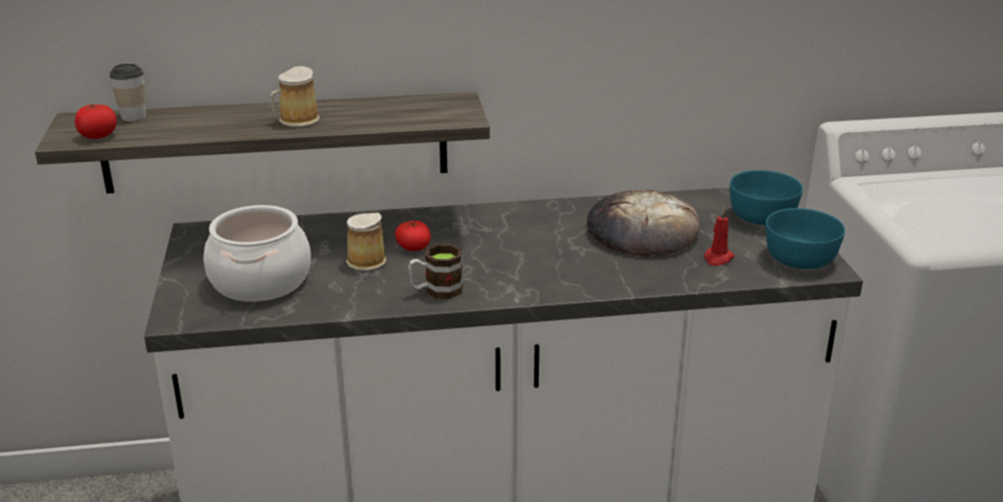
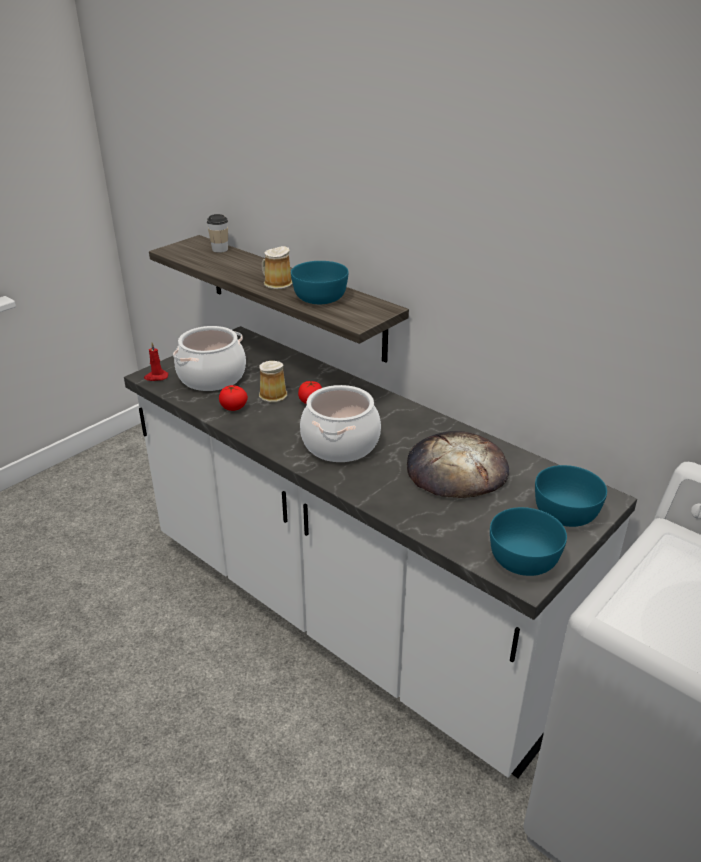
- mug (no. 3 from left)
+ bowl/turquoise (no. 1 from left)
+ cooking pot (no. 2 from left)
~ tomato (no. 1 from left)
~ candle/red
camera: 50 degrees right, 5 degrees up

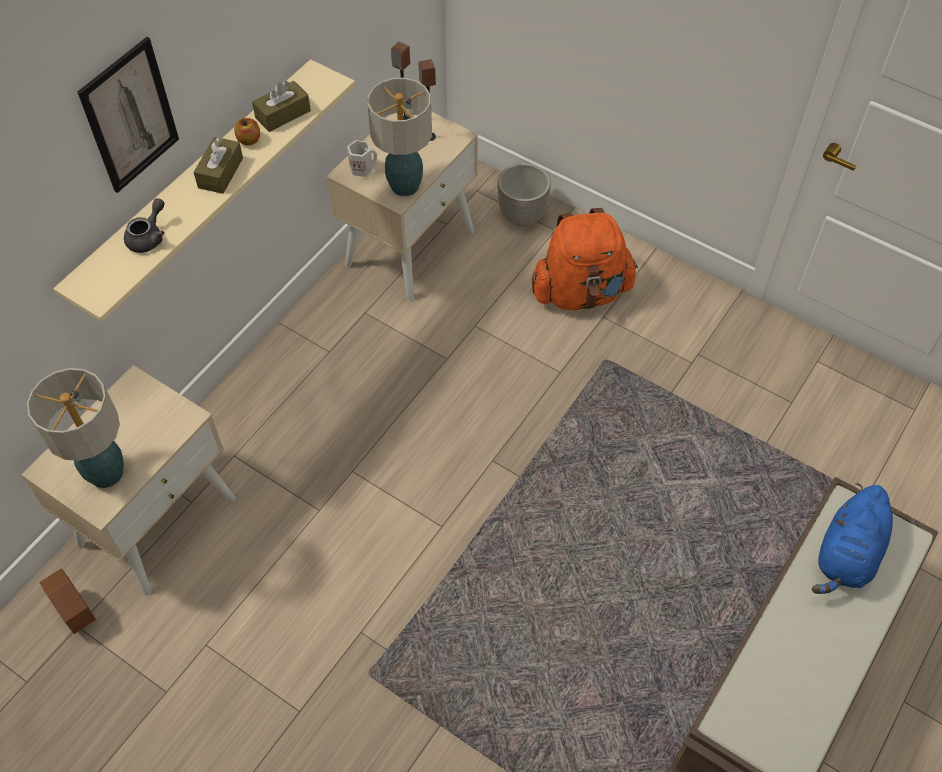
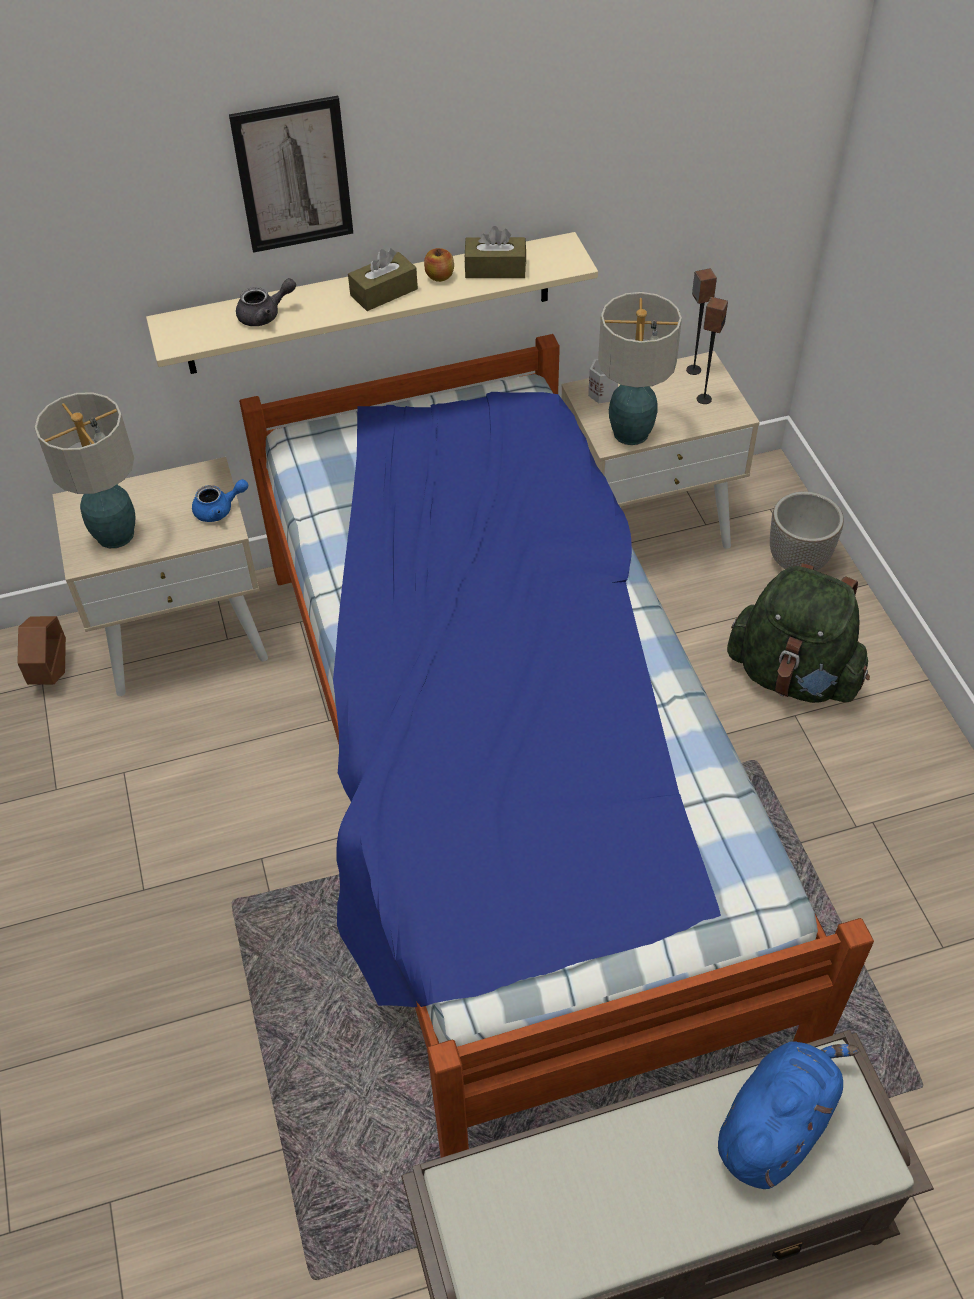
+ teapot/blue
+ bed
~ backpack/orange to backpack/green
~ plush toy/blue 150 degrees clockwise
camera: 40 degrees right, 5 degrees down

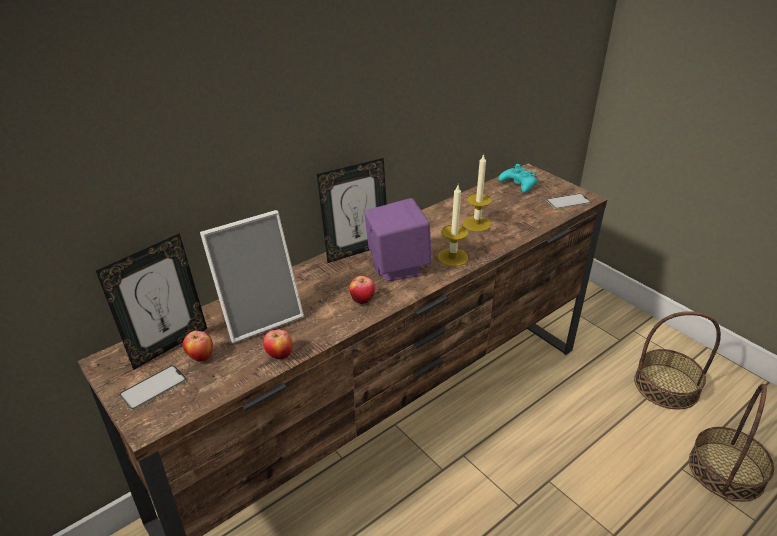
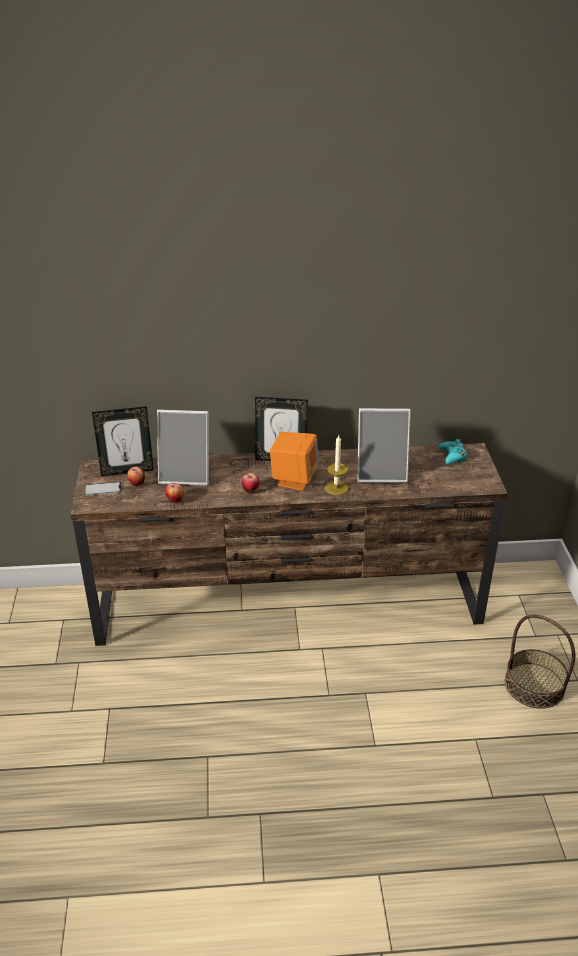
- phone (no. 2 from left)
- basket (no. 2 from left)
~ candle (no. 2 from left) to picture frame (no. 4 from left)
~ speaker/purple to speaker/orange
camera: 35 degrees right, 0 degrees up

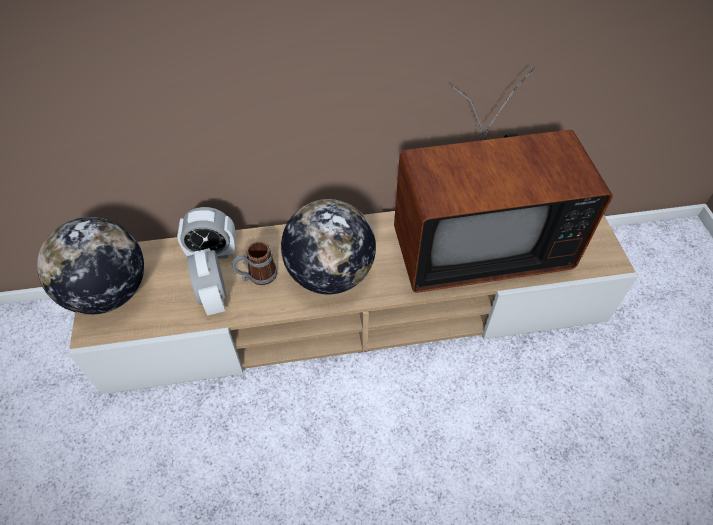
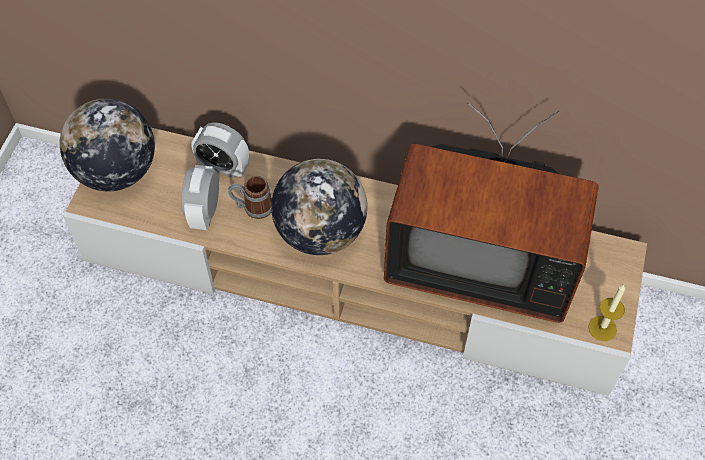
+ candle
camera: 25 degrees right, 5 degrees up

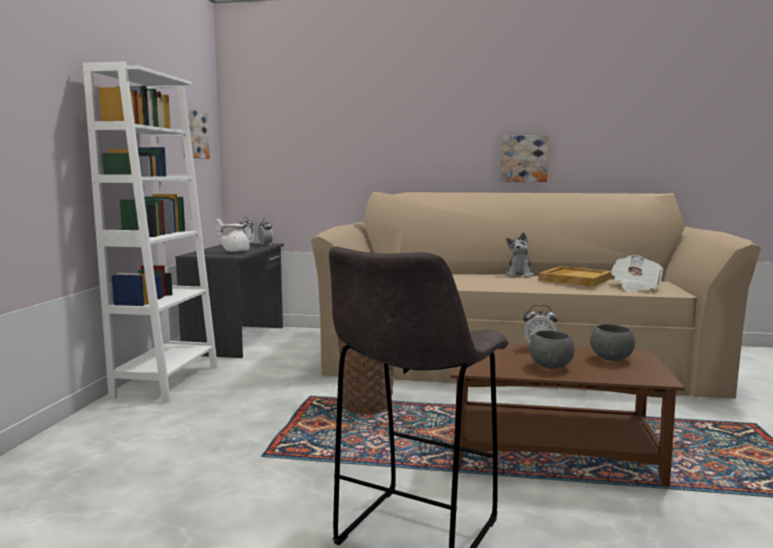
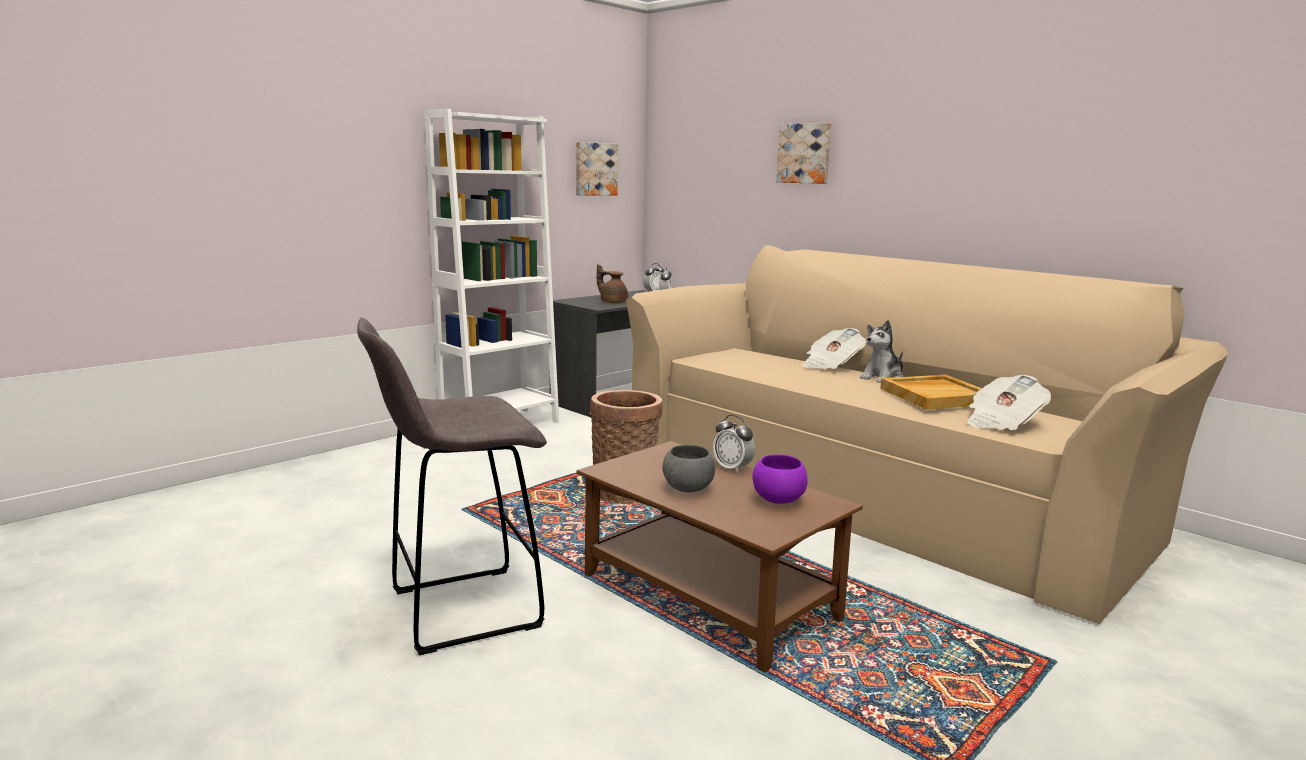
+ newspaper (no. 1 from left)
~ picture (no. 2 from left)
~ teapot/white to teapot/brown
~ bowl/grey (no. 2 from left) to bowl/purple
camera: 35 degrees right, 5 degrees up

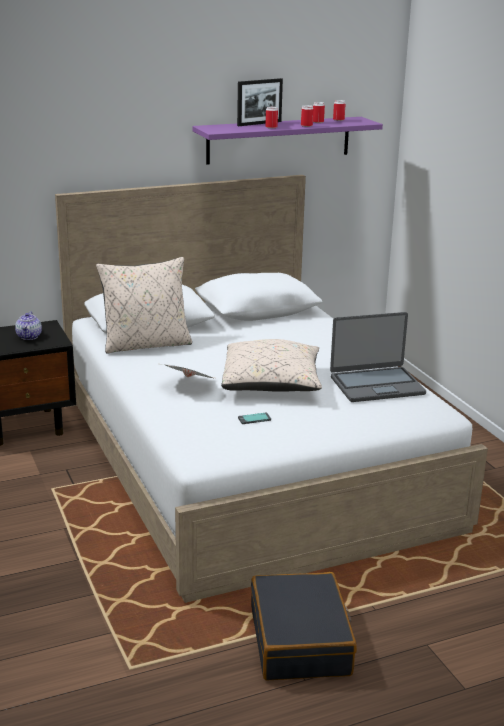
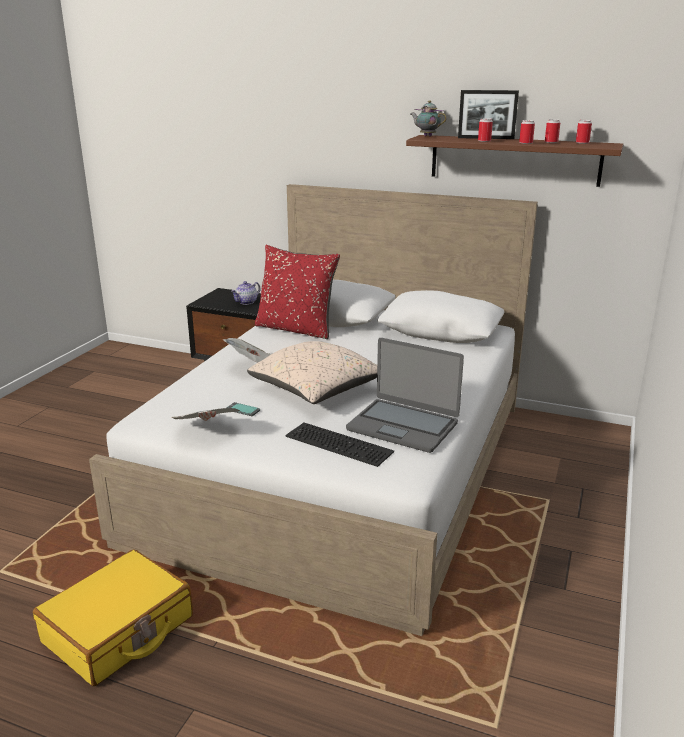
+ newspaper (no. 1 from left)
+ keyboard
+ teapot (no. 2 from left)
~ pillow/beige (no. 1 from left) to pillow/red
~ shelf/purple to shelf/brown
~ suitcase/black to suitcase/yellow
camera: 45 degrees right, 0 degrees up

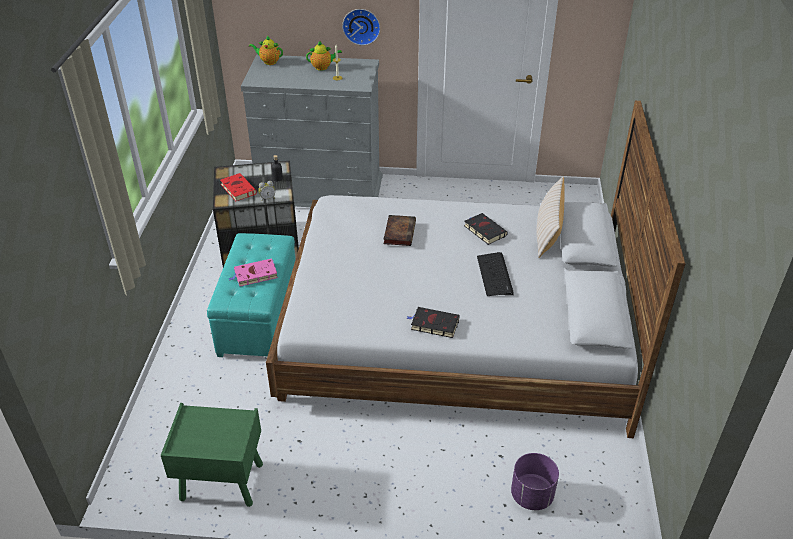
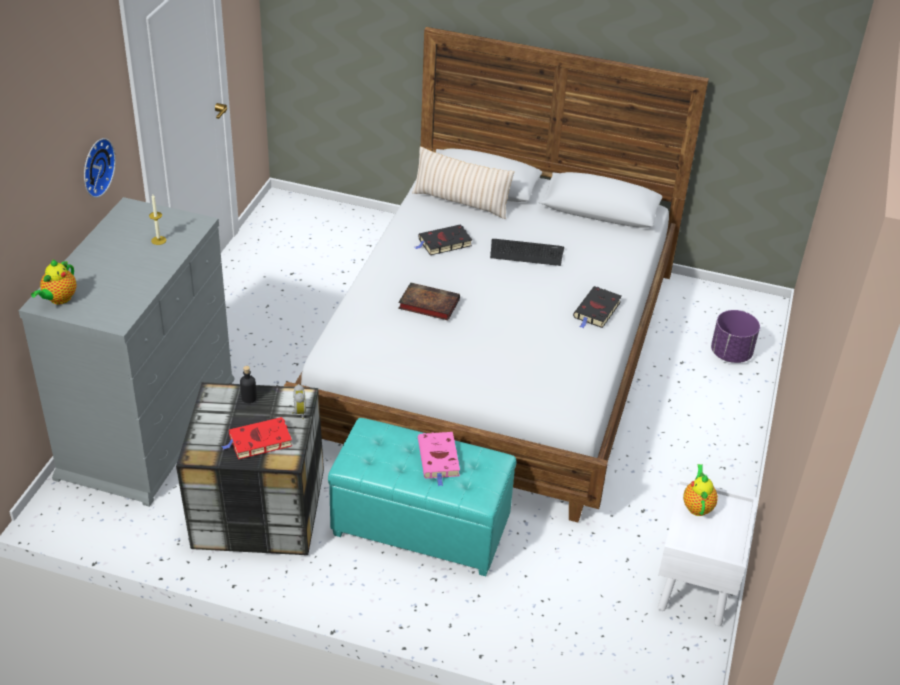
~ teapot (no. 2 from left)
~ nightstand/green to nightstand/white
camera: 80 degrees left, 0 degrees up

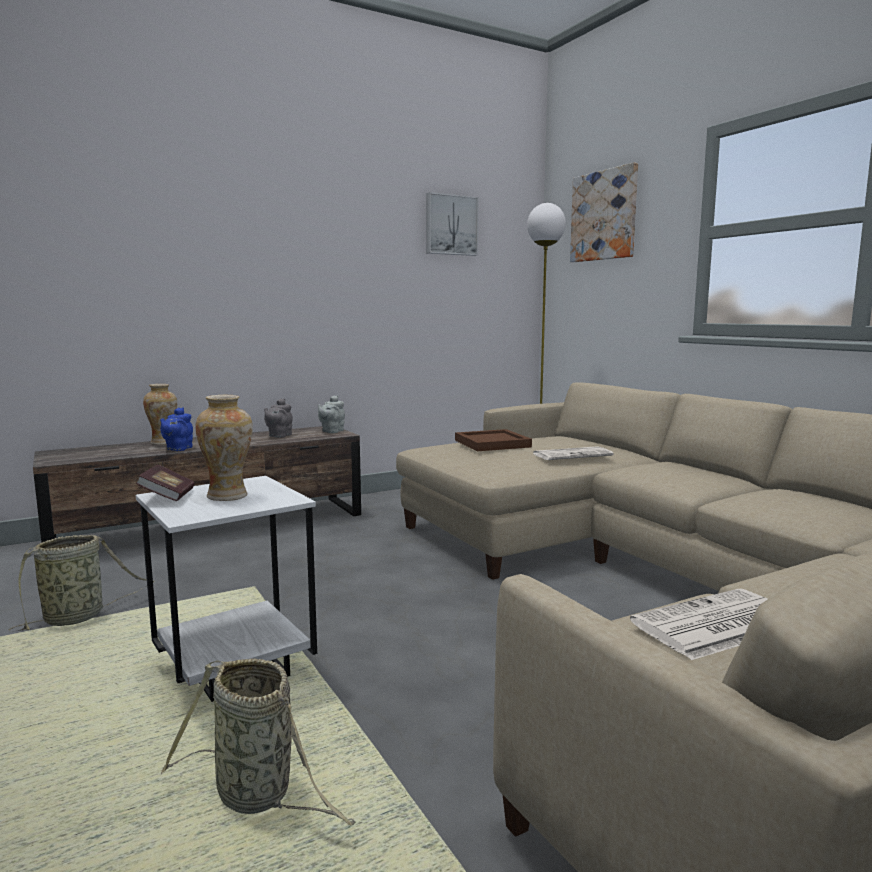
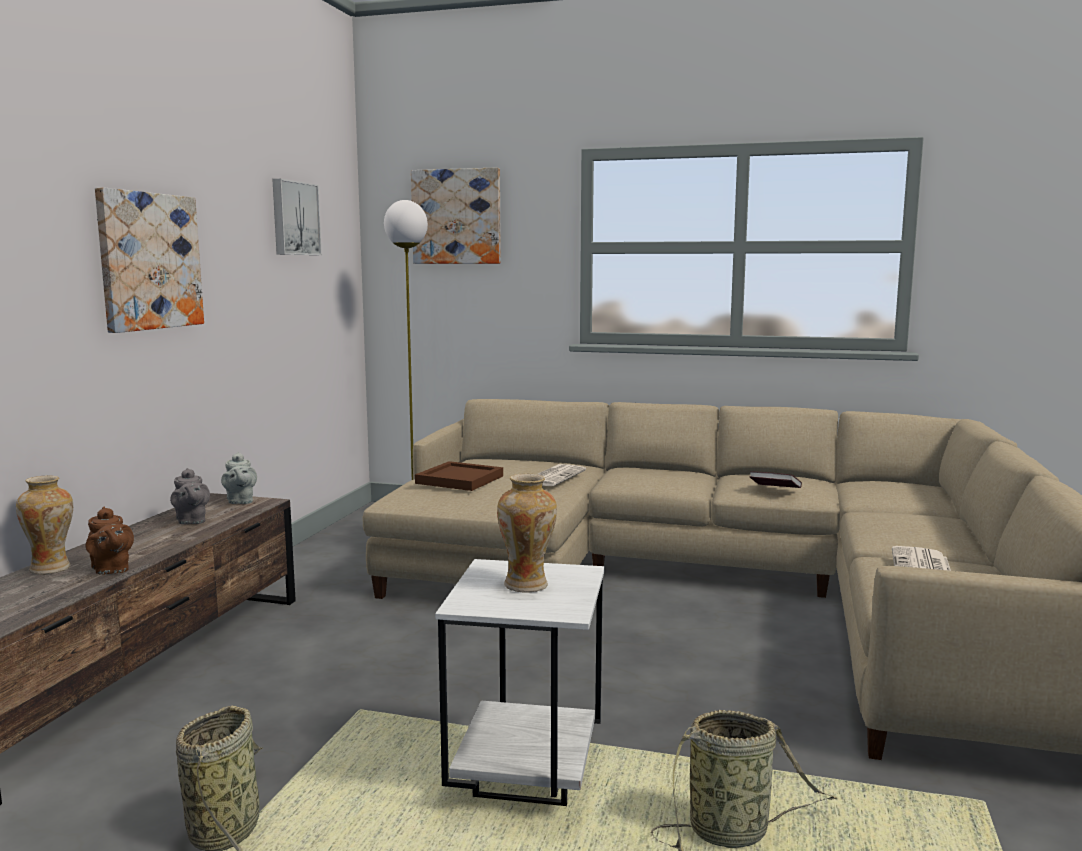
+ picture (no. 1 from left)
~ book
~ teapot/blue to teapot/brown
camera: 45 degrees left, 0 degrees up

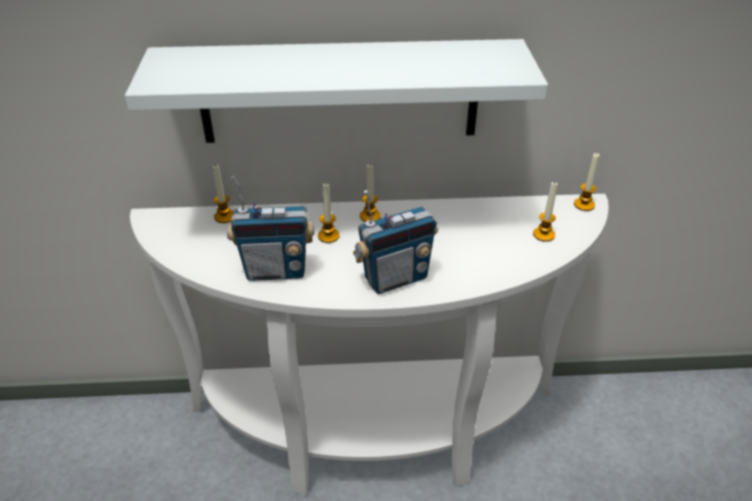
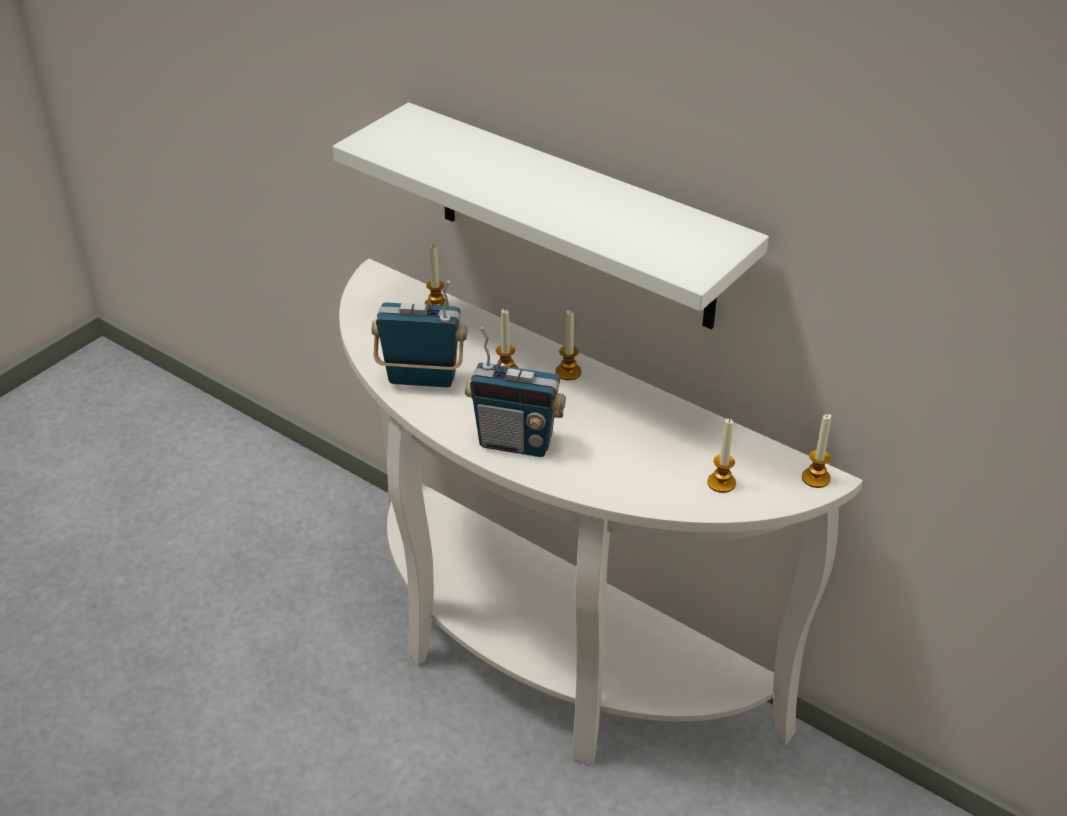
~ radio (no. 1 from left) 150 degrees clockwise
camera: 40 degrees right, 0 degrees up

